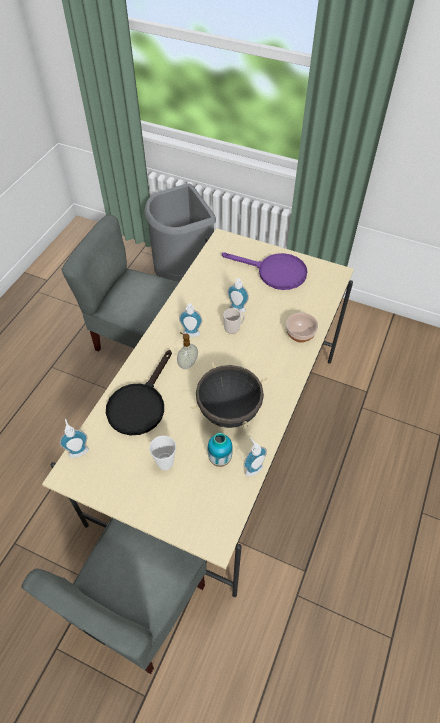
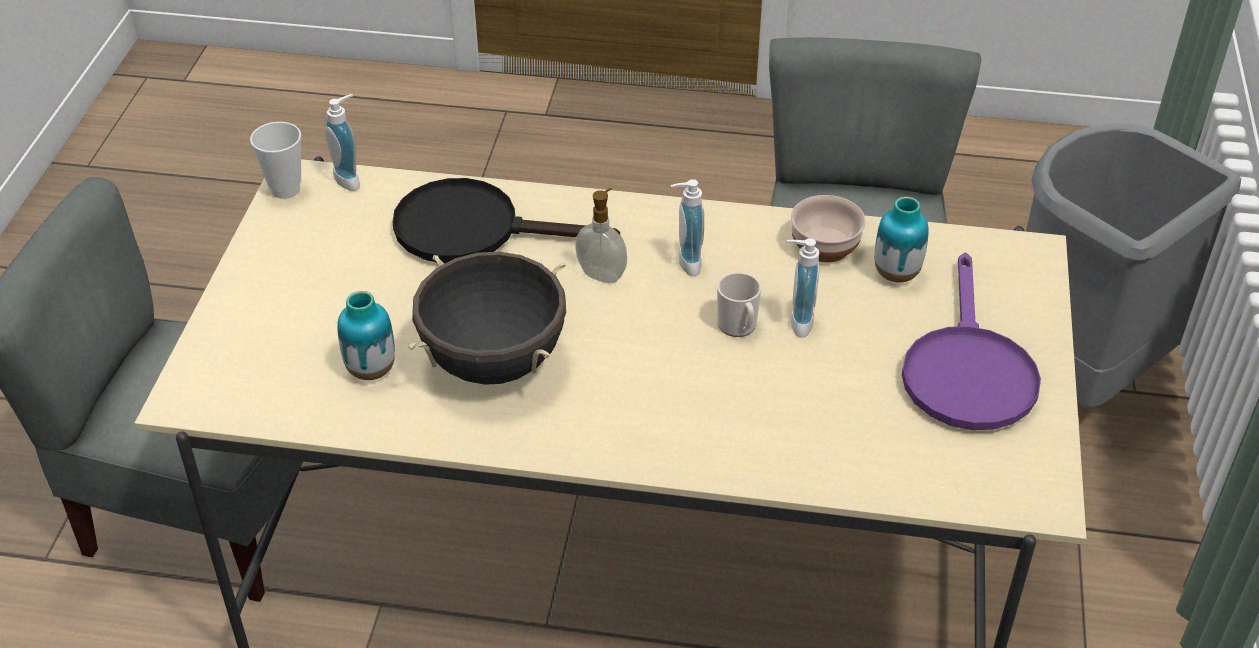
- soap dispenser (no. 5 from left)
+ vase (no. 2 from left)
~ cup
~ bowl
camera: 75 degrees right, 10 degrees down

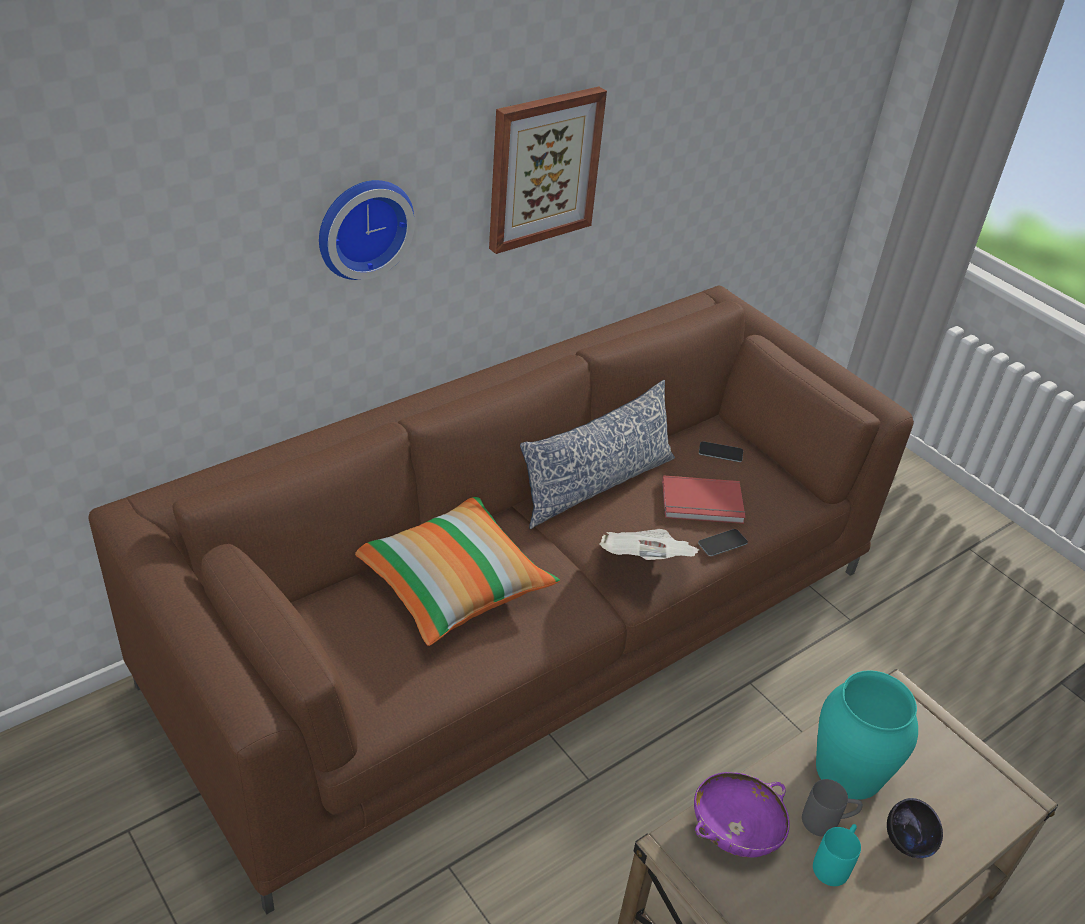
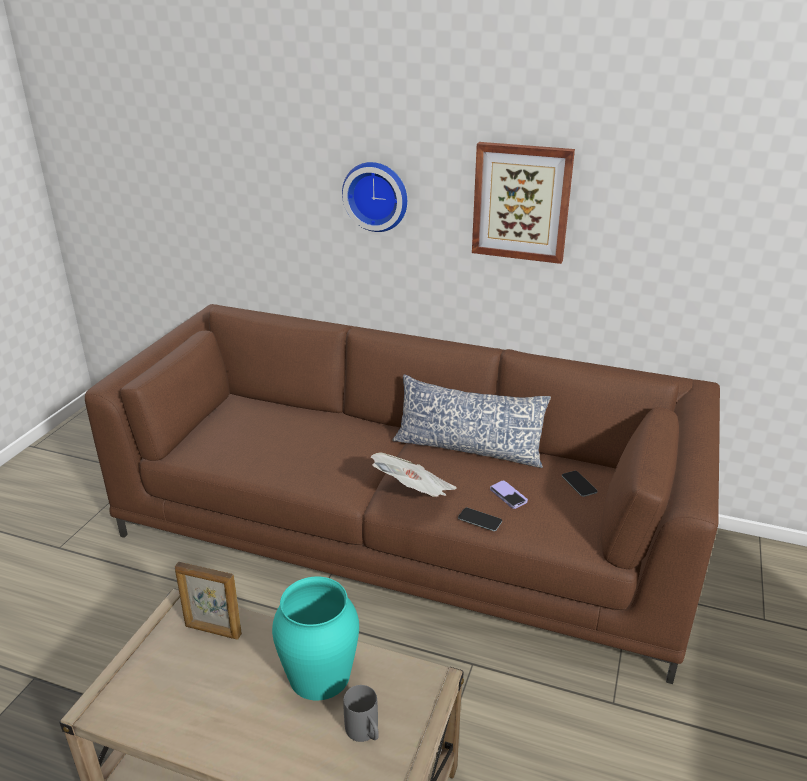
- pillow (no. 1 from left)
- mug/turquoise
- bowl/black
~ mug/grey
~ book/red to phone (no. 2 from left)
~ bowl/purple to picture frame
camera: 60 degrees right, 10 degrees down

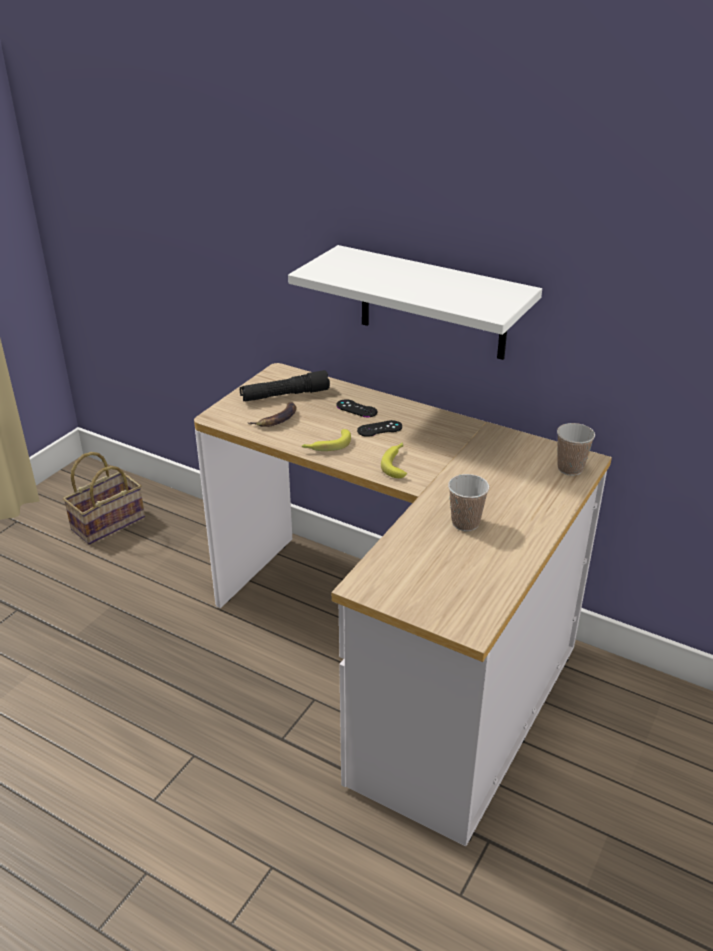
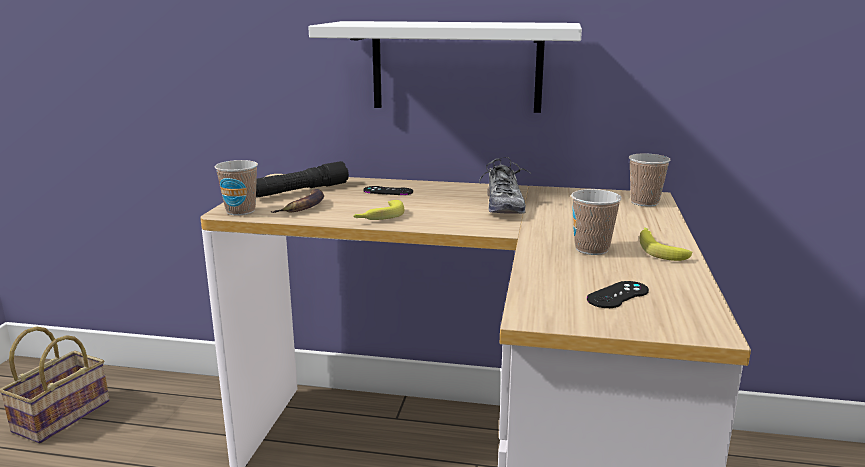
+ cup (no. 1 from left)
+ shoe
~ game controller/black (no. 2 from left)
~ banana (no. 3 from left)
camera: 20 degrees left, 15 degrees down

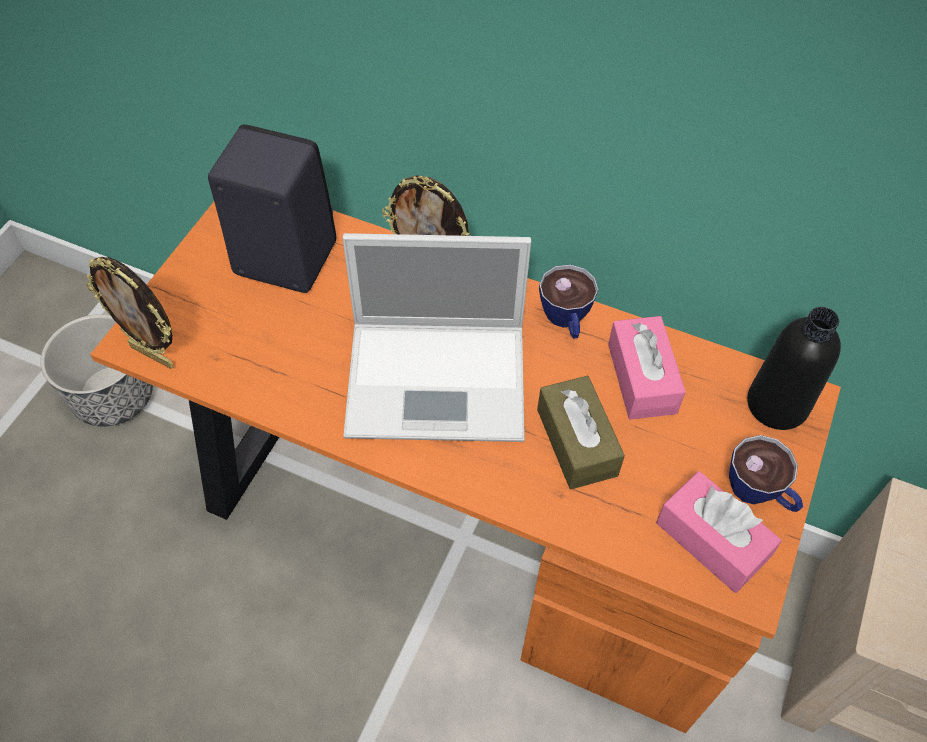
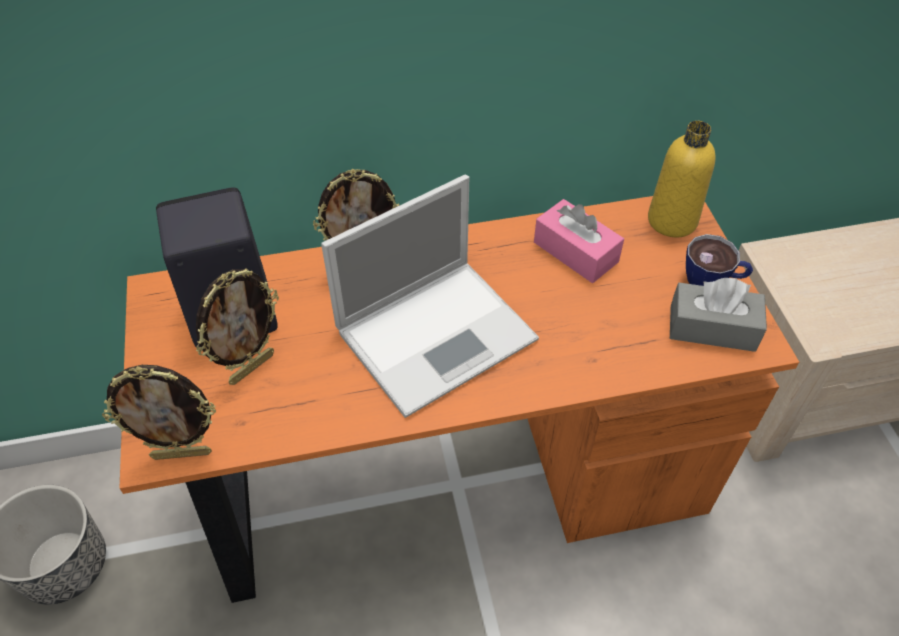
- tissue box/brown
- cup (no. 1 from left)
+ picture frame (no. 2 from left)
~ tissue box/pink (no. 2 from left) to tissue box/grey
~ bottle/black to bottle/yellow
camera: 35 degrees left, 5 degrees down

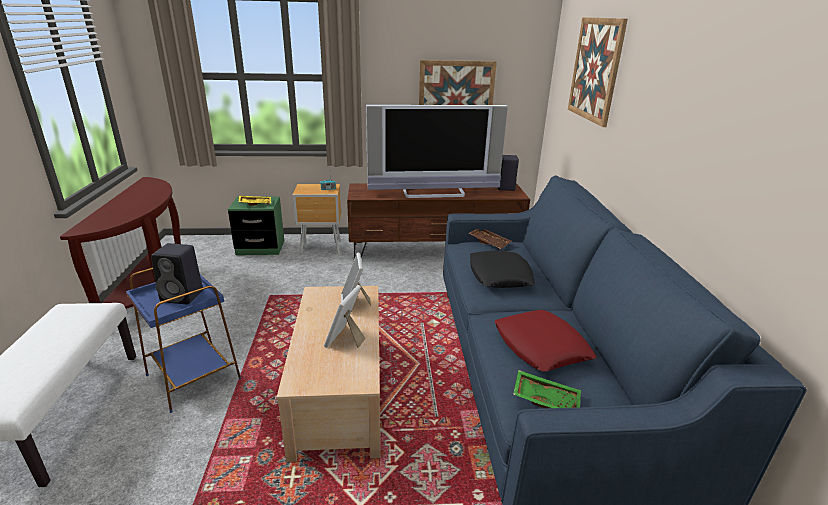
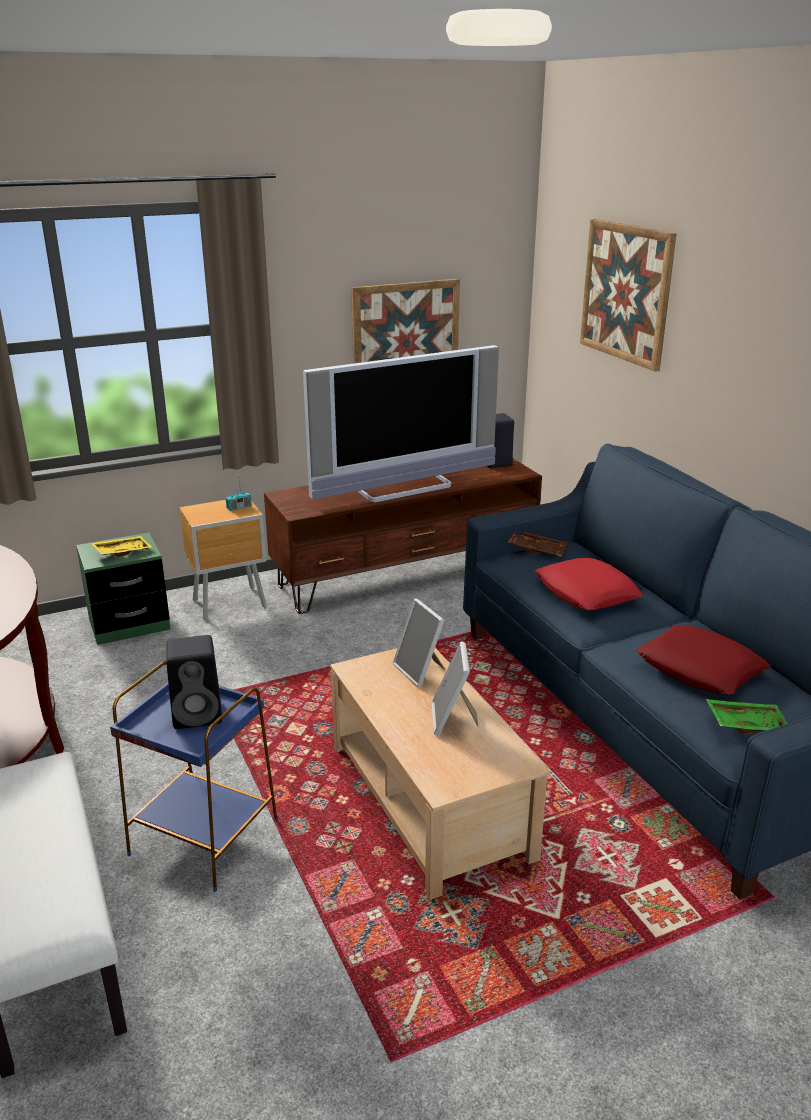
~ pillow/black to pillow/red (no. 1 from left)
camera: 20 degrees left, 0 degrees up

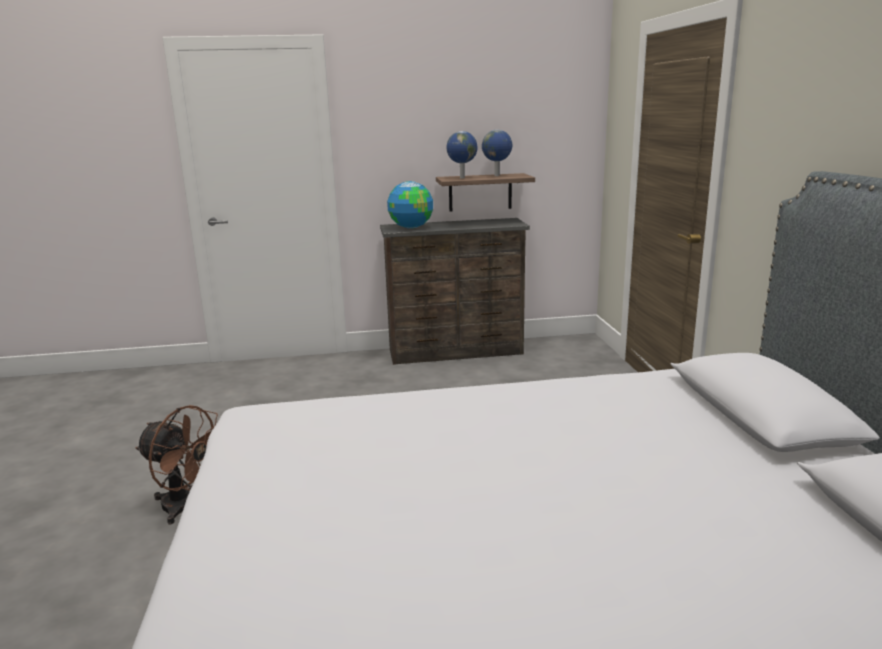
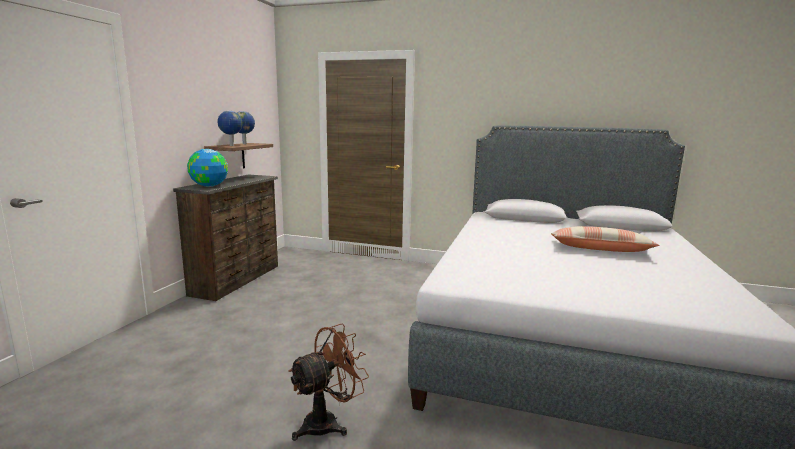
+ pillow
camera: 65 degrees left, 5 degrees down

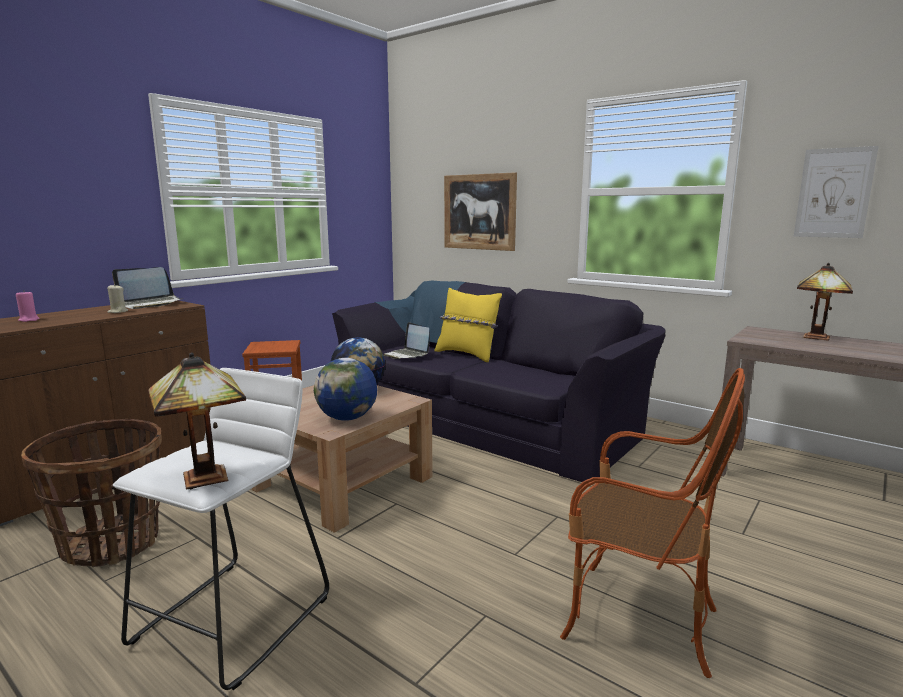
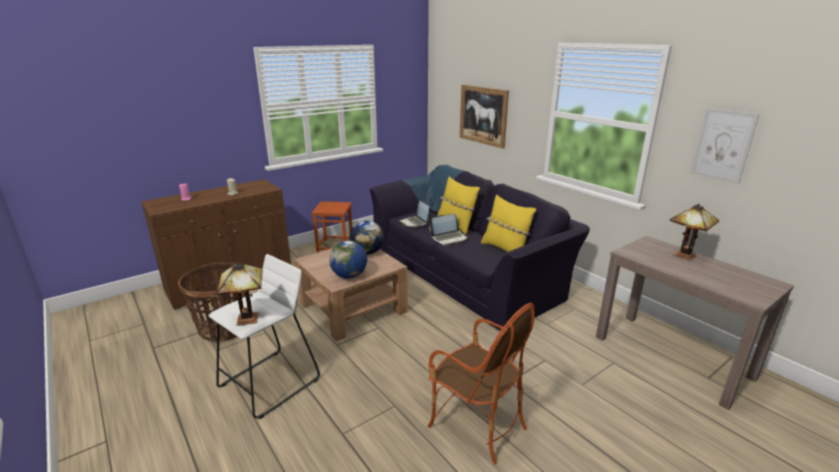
+ pillow/yellow (no. 2 from left)
~ laptop (no. 1 from left in the first image) to laptop (no. 2 from left)
camera: 15 degrees right, 10 degrees up

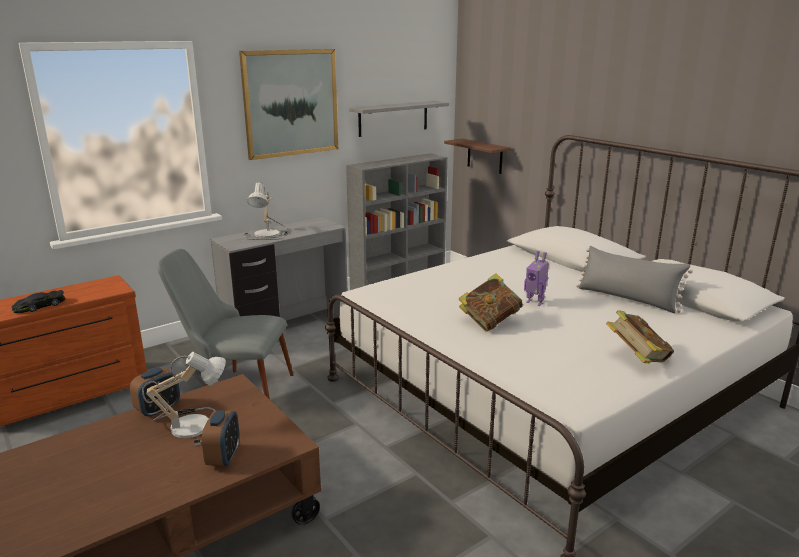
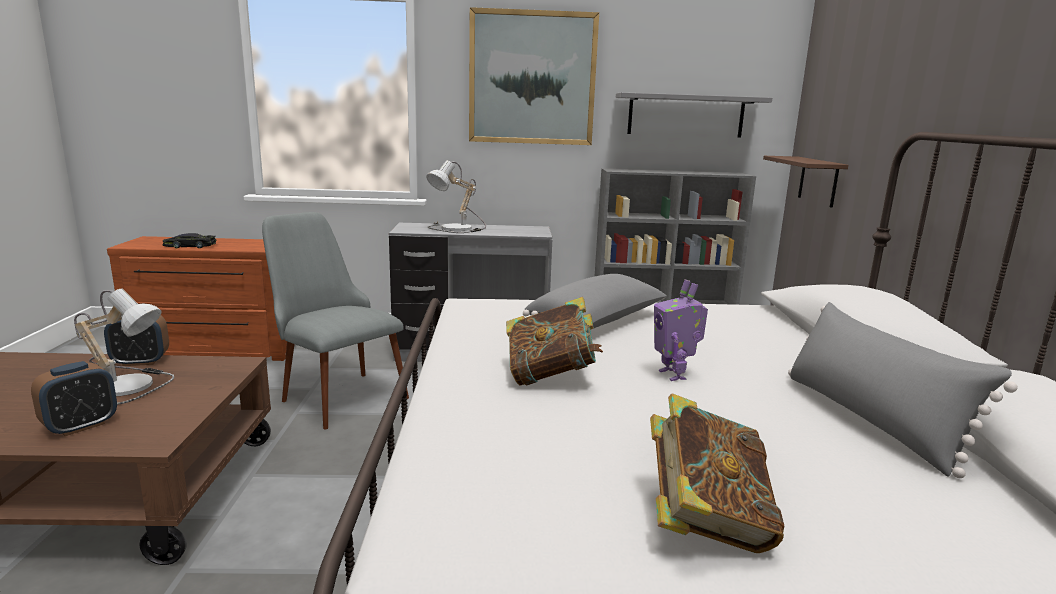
+ pillow/grey (no. 1 from left)
camera: 35 degrees right, 5 degrees down

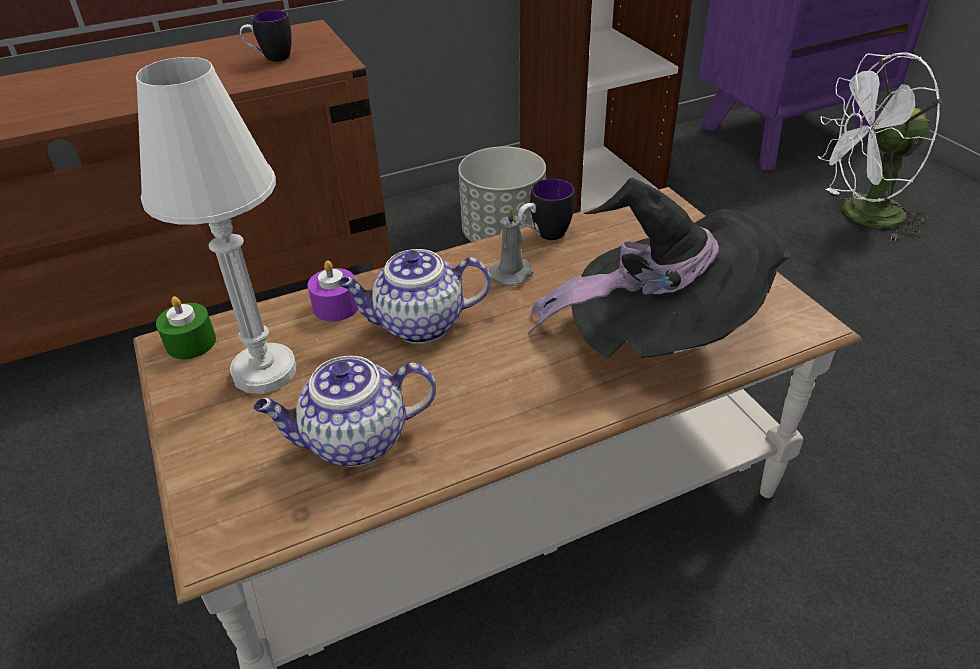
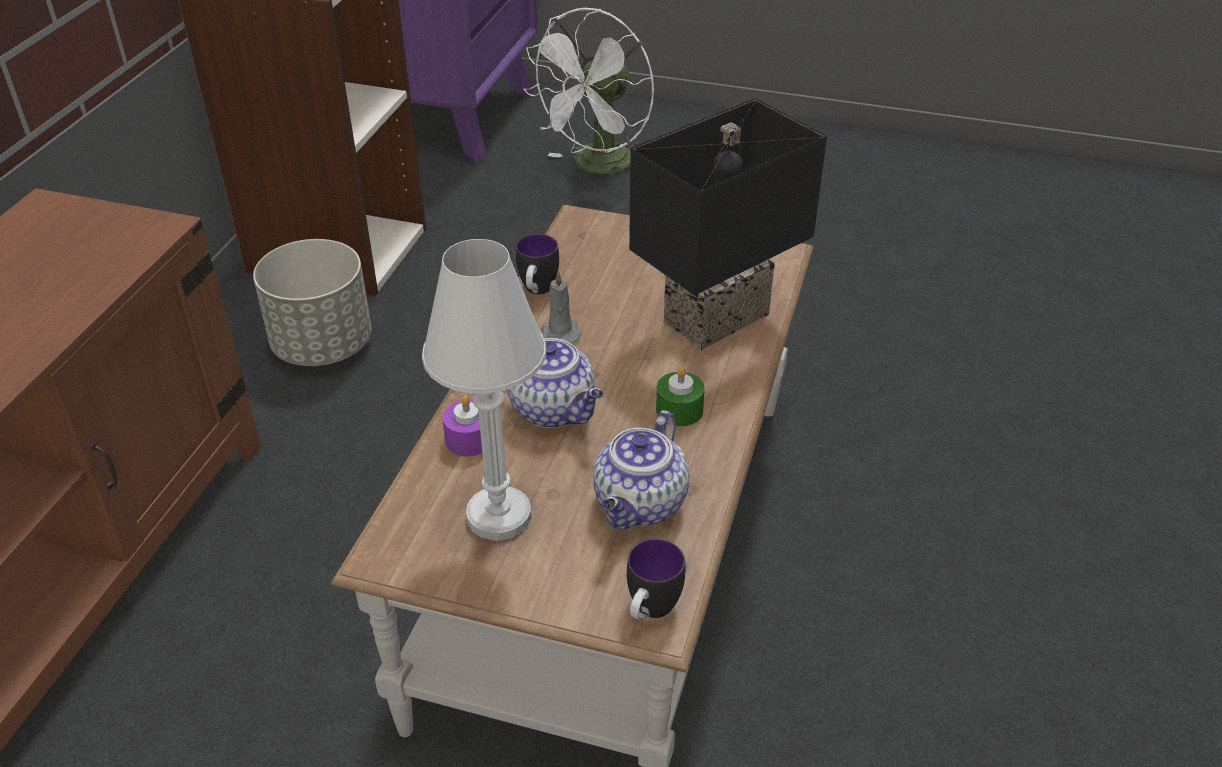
~ candle/green
~ mug (no. 1 from left in the first image) to mug (no. 2 from left)
~ hat/black to table lamp/black
~ teapot (no. 2 from left in the first image) 75 degrees counterclockwise
camera: 50 degrees left, 0 degrees up

